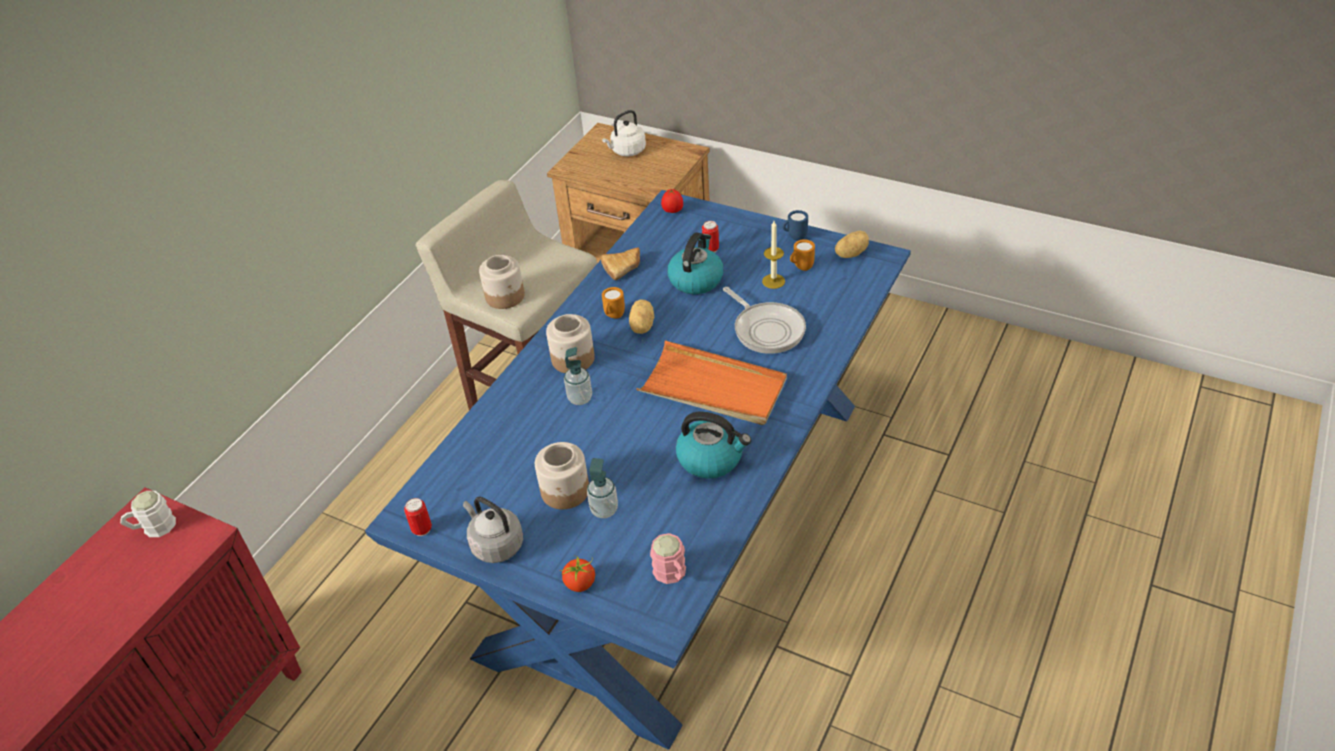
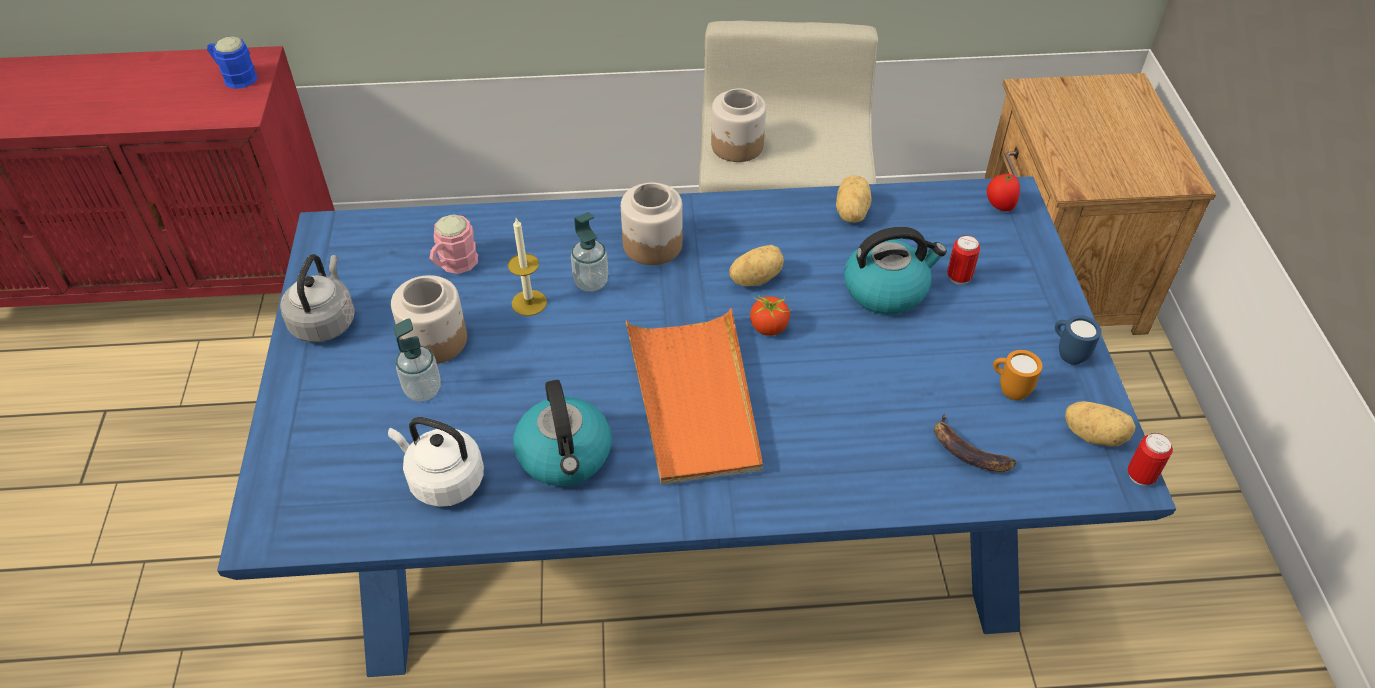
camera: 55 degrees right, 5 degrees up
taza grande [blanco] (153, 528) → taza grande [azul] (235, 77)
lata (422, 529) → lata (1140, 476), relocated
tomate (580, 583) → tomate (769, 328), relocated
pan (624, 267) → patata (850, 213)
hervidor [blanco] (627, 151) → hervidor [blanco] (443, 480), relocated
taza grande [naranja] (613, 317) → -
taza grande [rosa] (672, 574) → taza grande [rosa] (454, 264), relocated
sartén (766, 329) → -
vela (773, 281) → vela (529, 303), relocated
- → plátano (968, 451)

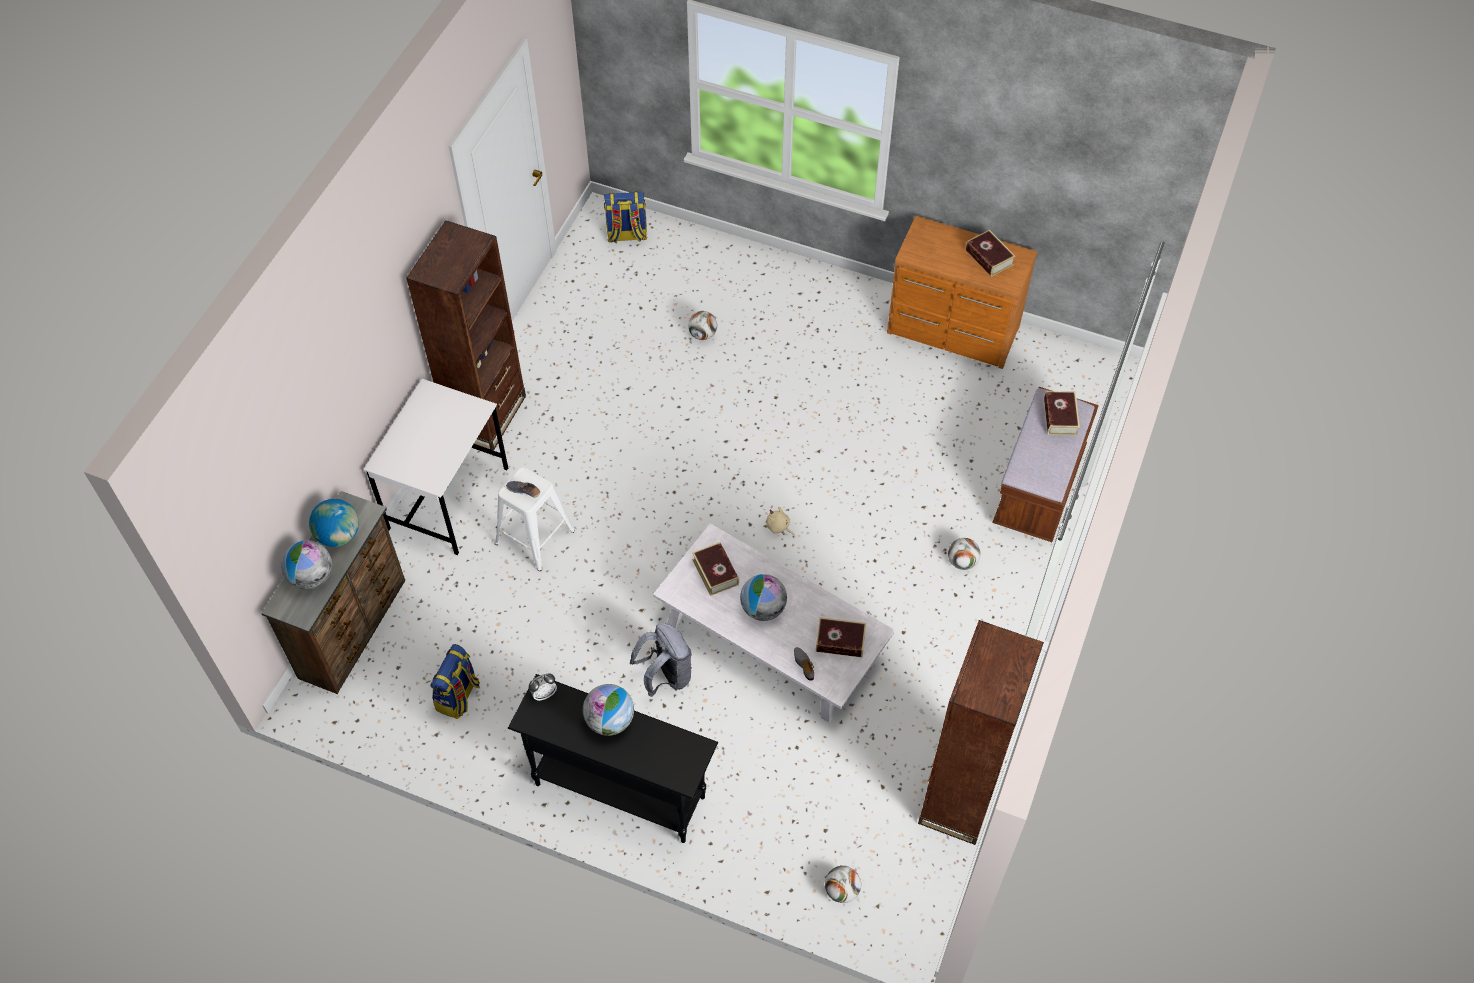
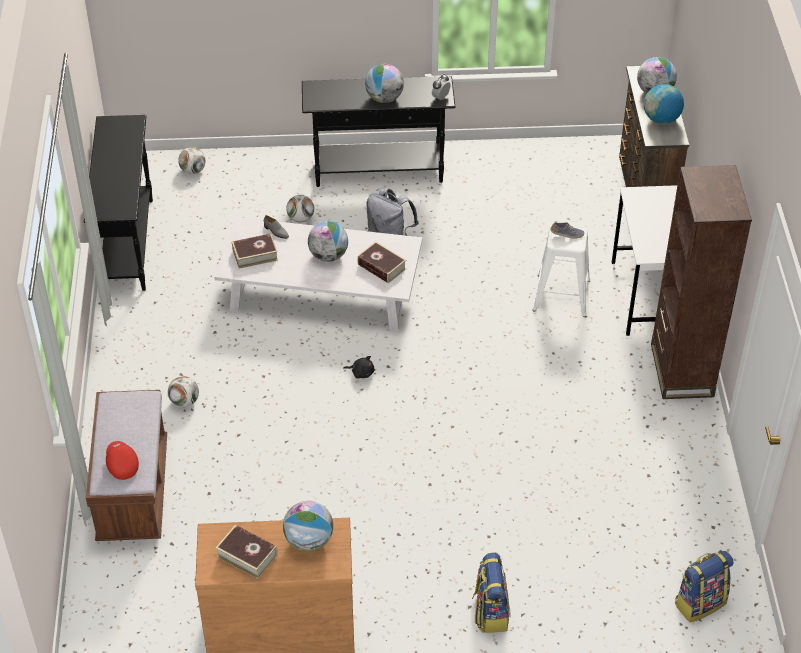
camera: 155 degrees right, 10 degrees down
mochila (458, 697) → mochila (490, 612), relocated
balón de fútbol (703, 334) → balón de fútbol (300, 218), relocated
peluche [beis] (779, 527) → peluche [negro] (361, 372)
estantería [marrón] (959, 796) → mesa consola [negro] (128, 244)
libro (1060, 417) → gorra [rojo] (121, 464)
- → globo terráqueo (309, 541)

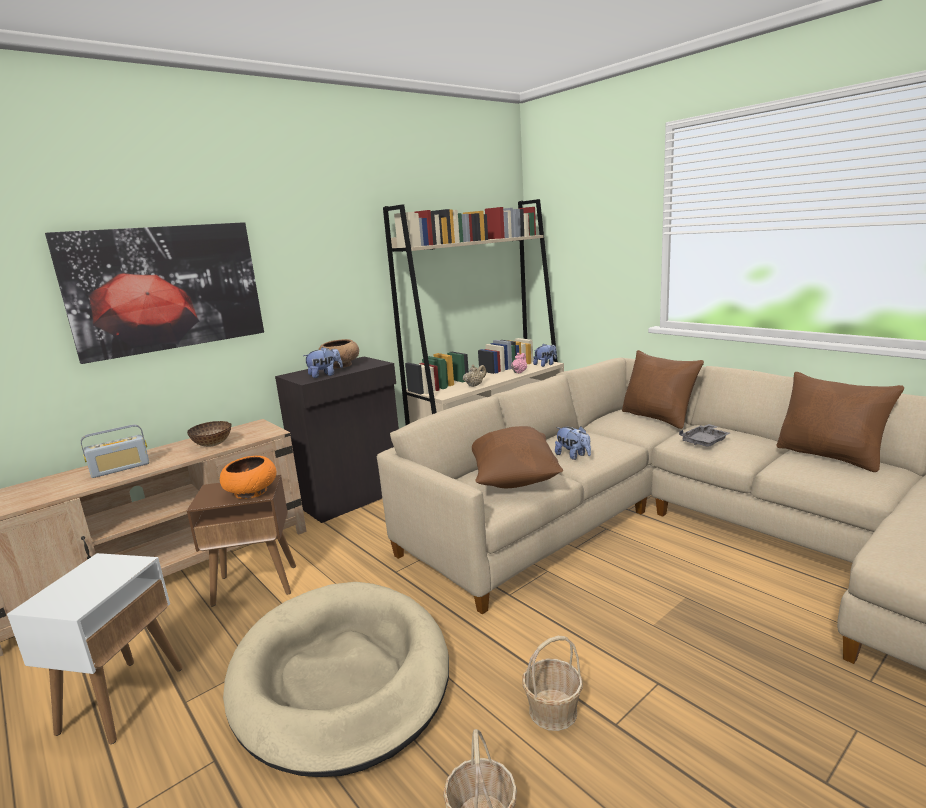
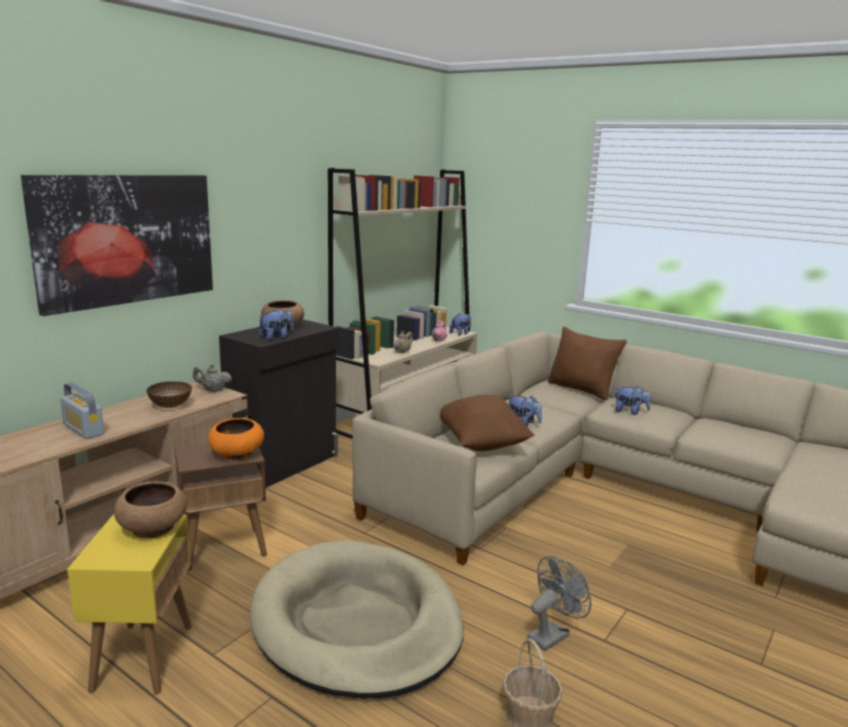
camera: 15 degrees left, 0 degrees up
mesa auxiliar [blanco] (123, 698) → mesa auxiliar [amarillo] (143, 656)
radio (120, 468) → radio (83, 429), 90 degrees clockwise
cesta (552, 711) → ventilador [gris] (552, 634)
bandeja [gris] (705, 441) → peluche (630, 412)
cojín [marrón] (830, 456) → -
- → cuenco [marrón] (153, 528)
- → tetera [beis] (212, 390)

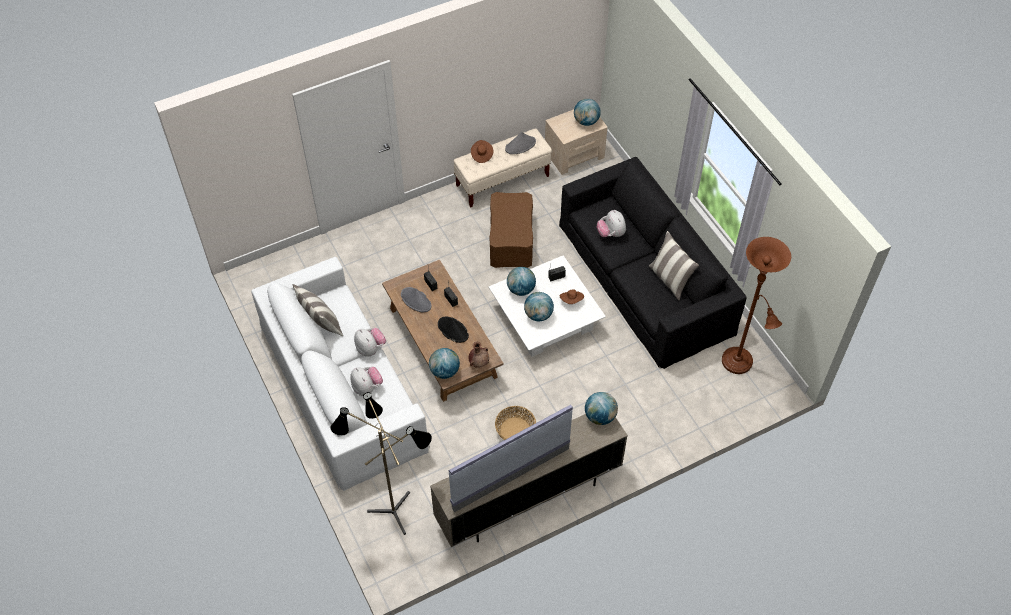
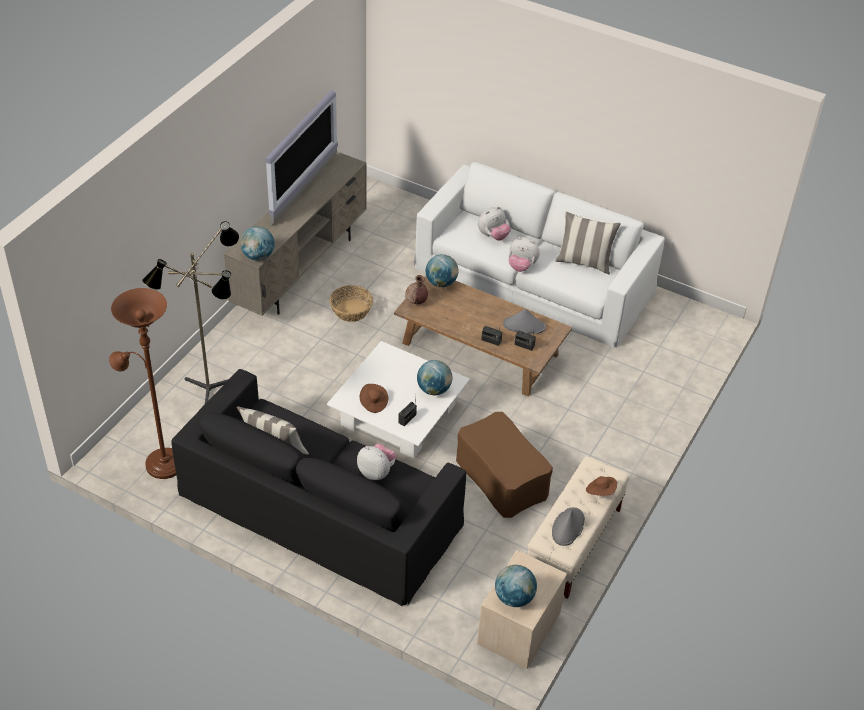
camera: 145 degrees right, 10 degrees down
lámpara de pie (393, 507) → lámpara de pie (211, 394), relocated
peluche (367, 388) → peluche (493, 236), 60 degrees counterclockwise
sombrero [negro] (452, 330) → -
globo terráqueo (538, 315) → -

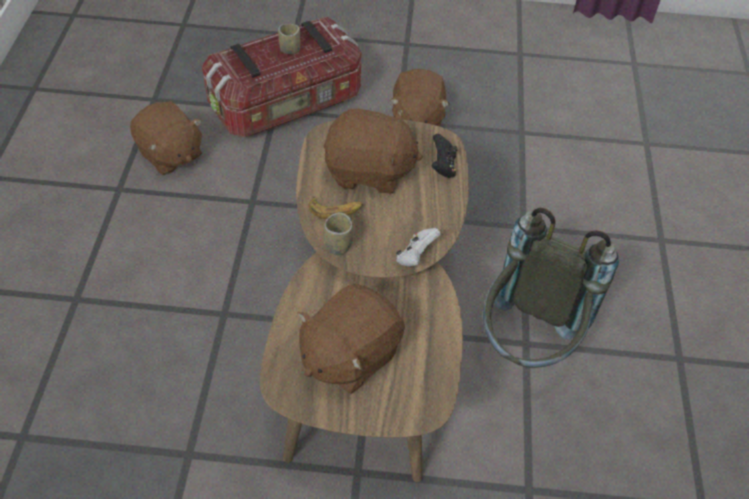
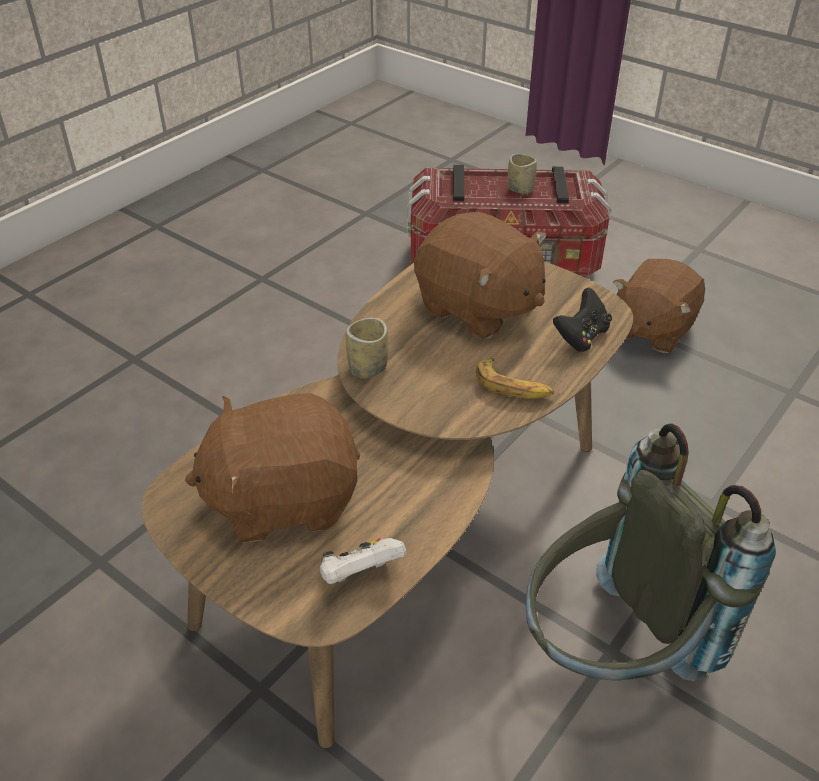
camera: 35 degrees right, 10 degrees down
peluche [marrón] (170, 155) → -
plátano (336, 210) → plátano (513, 387), relocated
mando de consola [blanco] (415, 256) → mando de consola [blanco] (360, 575), relocated

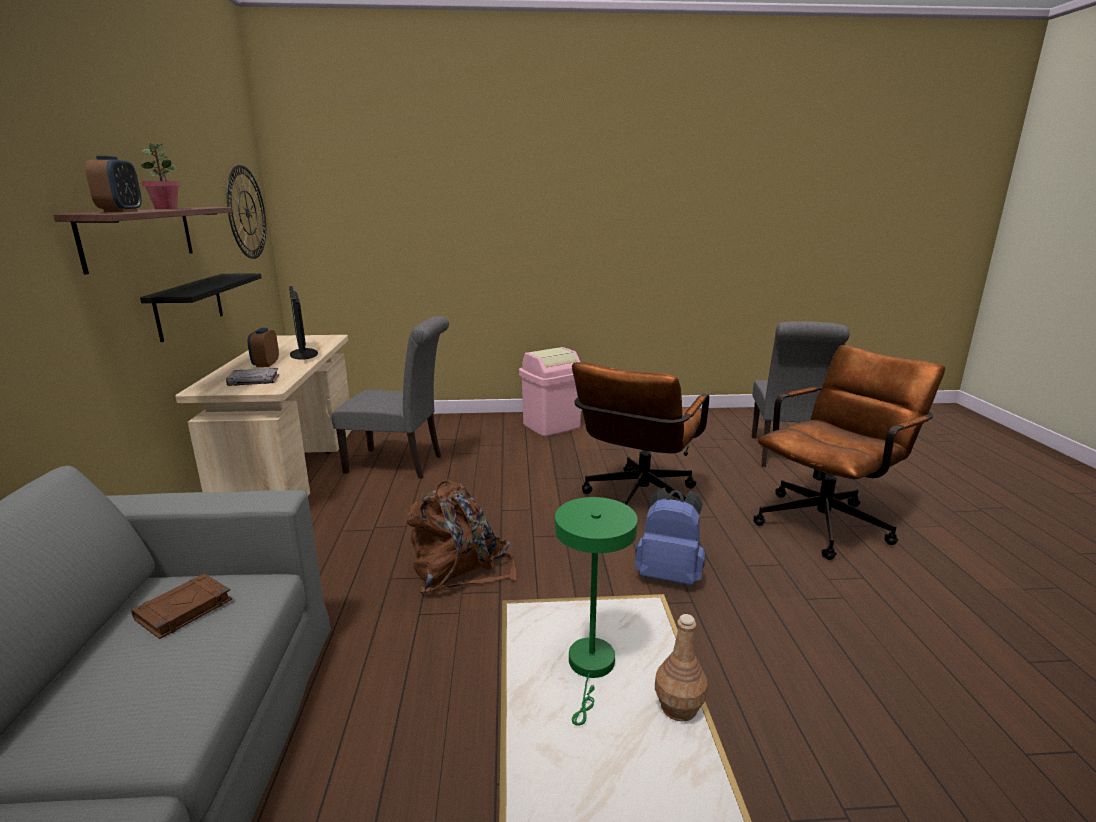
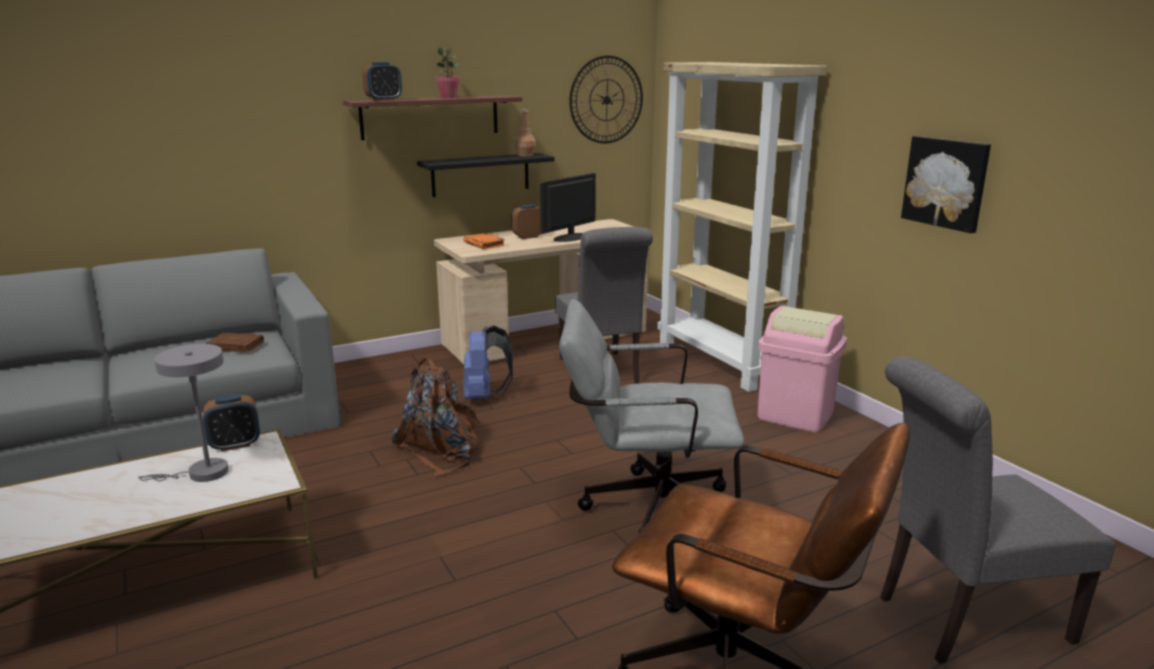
camera: 65 degrees right, 0 degrees up
libro [gris] (254, 380) → libro [naranja] (484, 244)
lámpara de mesa [verde] (591, 667) → lámpara de mesa [gris] (201, 474)
silla de oficina [marrón] (638, 503) → silla de oficina [gris] (645, 511)
mochila [azul] (669, 575) → mochila [azul] (485, 397), relocated
botella [marrón] (679, 707) → botella [marrón] (525, 155), relocated
- → despertador (235, 445)
- → estantería [beis] (722, 361)
- → cuadro (946, 183)

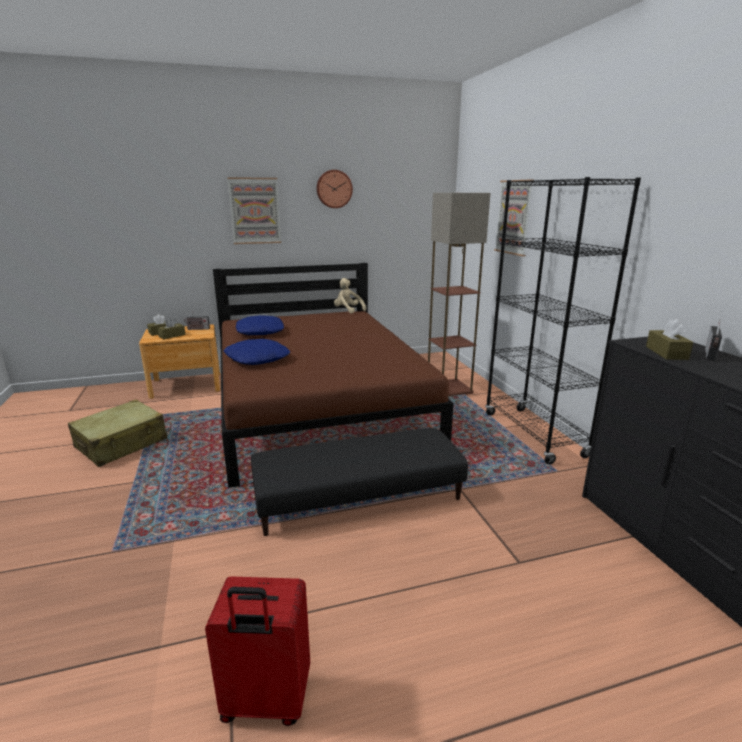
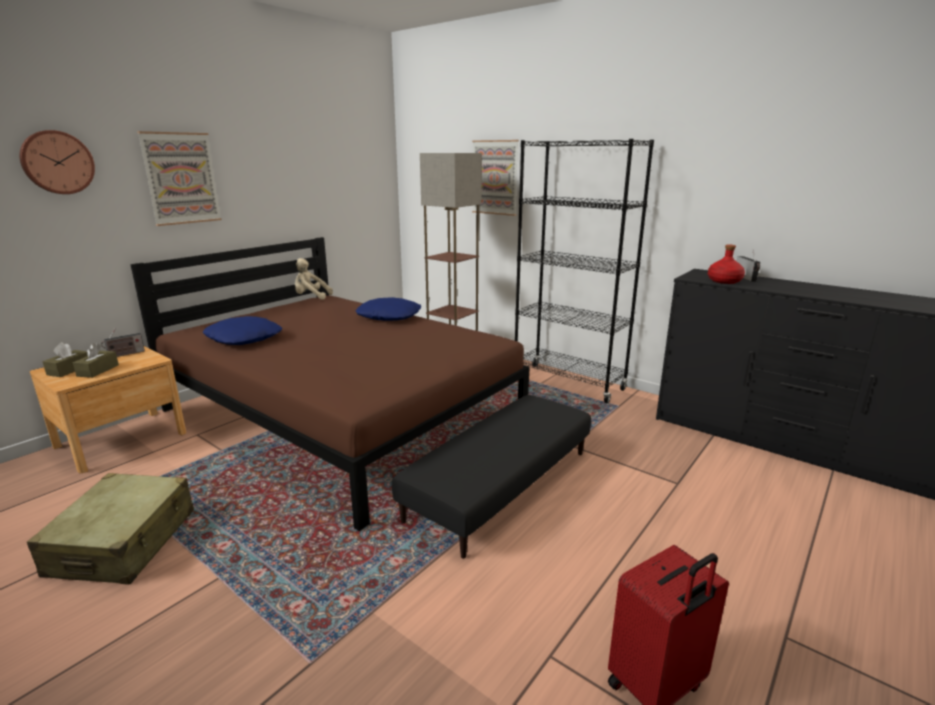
camera: 35 degrees left, 0 degrees up
cojín [azul] (257, 358) → cojín [azul] (389, 316), relocated
reloj de pared (334, 189) → reloj de pared (57, 162), relocated
caja de pañuelos [marrón] (666, 353) → botella [rojo] (724, 281)

